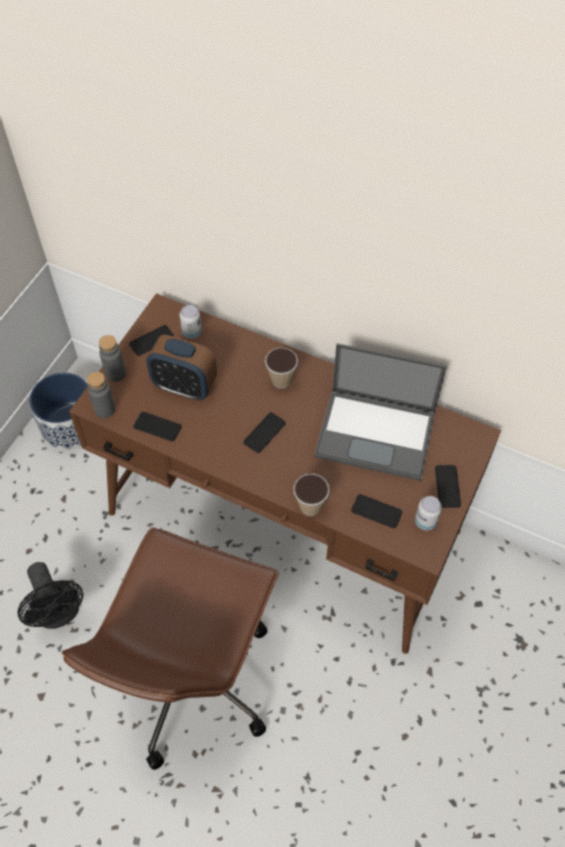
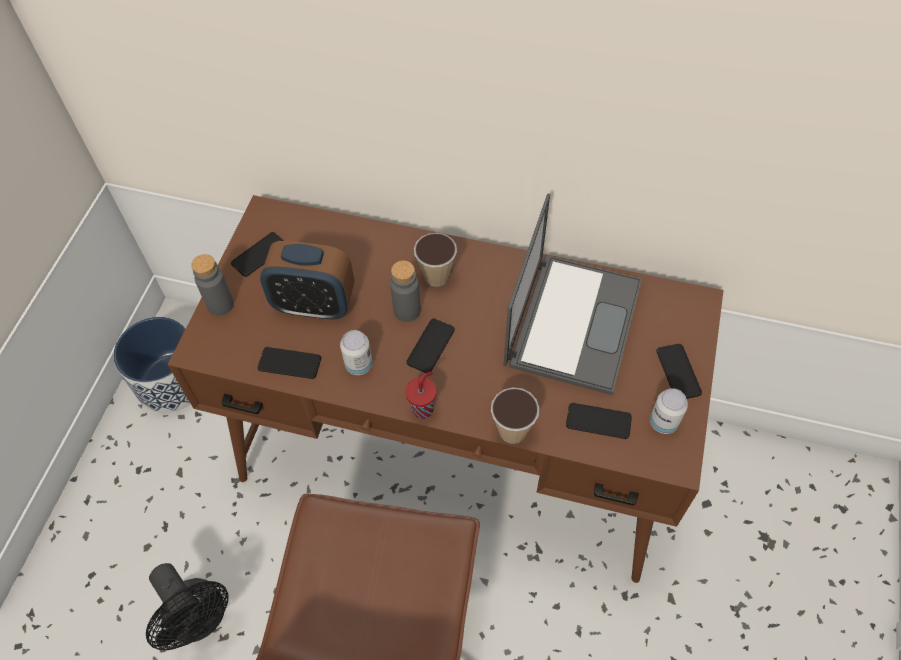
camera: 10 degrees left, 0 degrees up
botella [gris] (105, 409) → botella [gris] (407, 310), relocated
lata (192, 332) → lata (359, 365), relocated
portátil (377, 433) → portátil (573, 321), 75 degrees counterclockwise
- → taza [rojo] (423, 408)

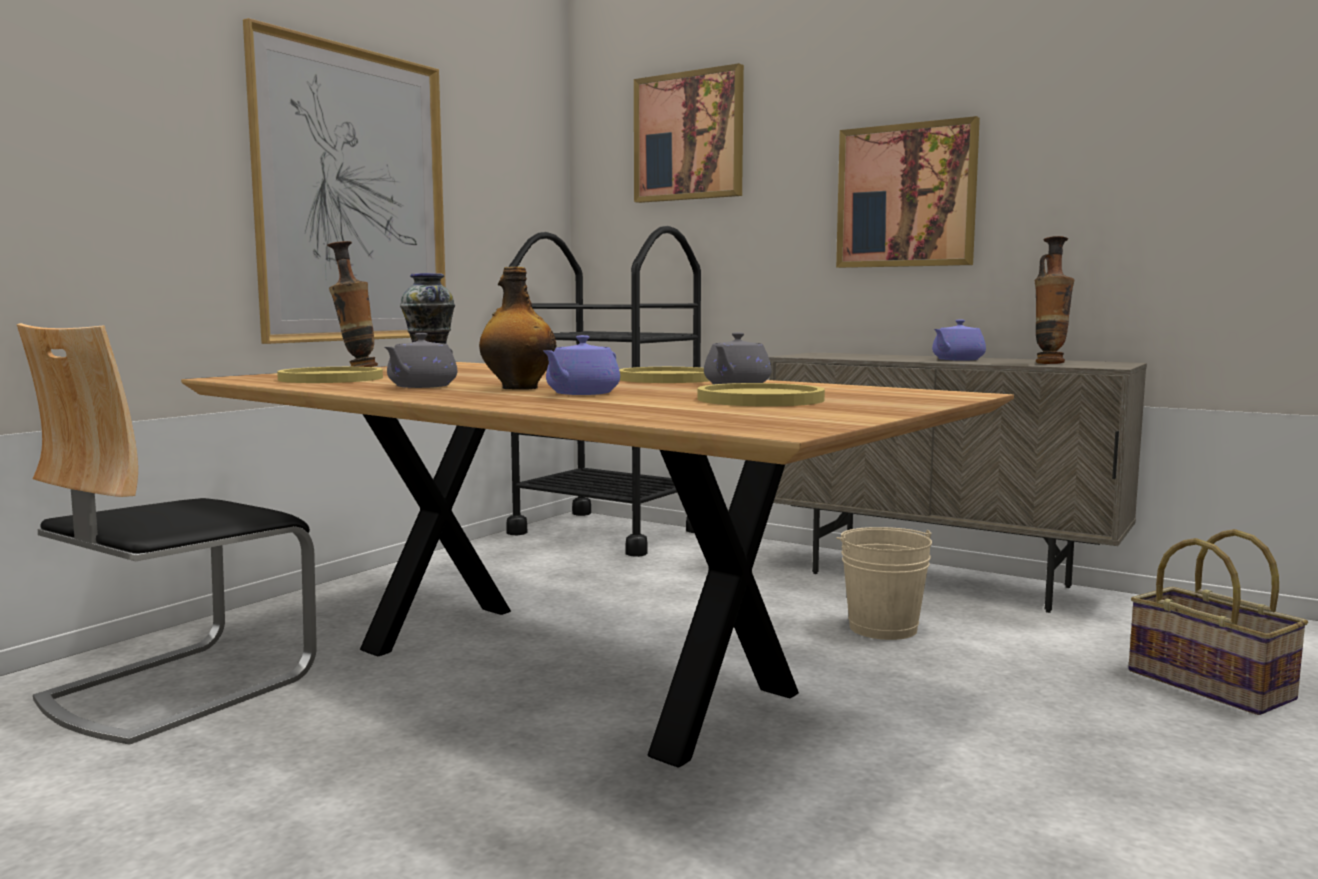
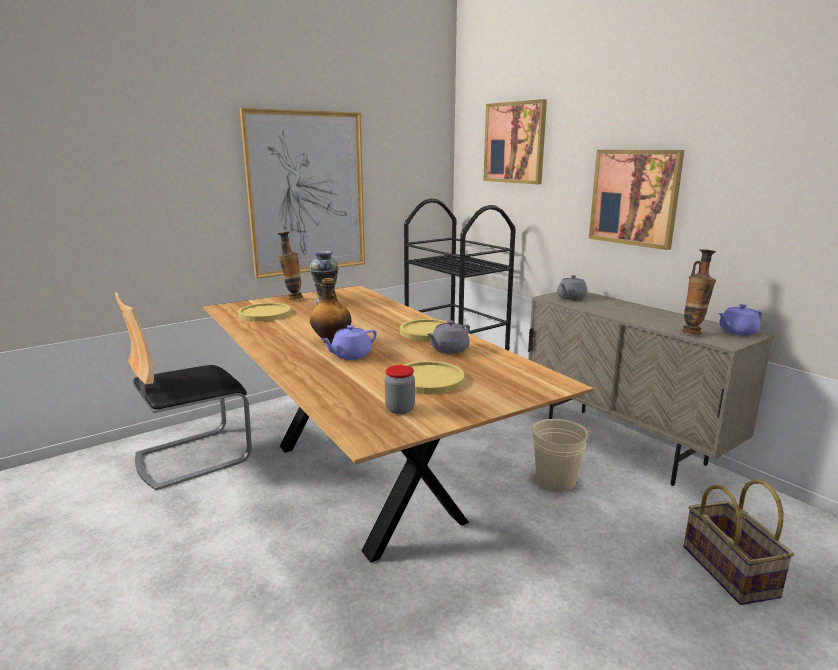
camera: 20 degrees right, 10 degrees up
tetera [gris] (421, 386) → tetera [gris] (571, 298), relocated
tetera [morado] (957, 360) → tetera [morado] (737, 332), relocated
- → tarro (400, 409)

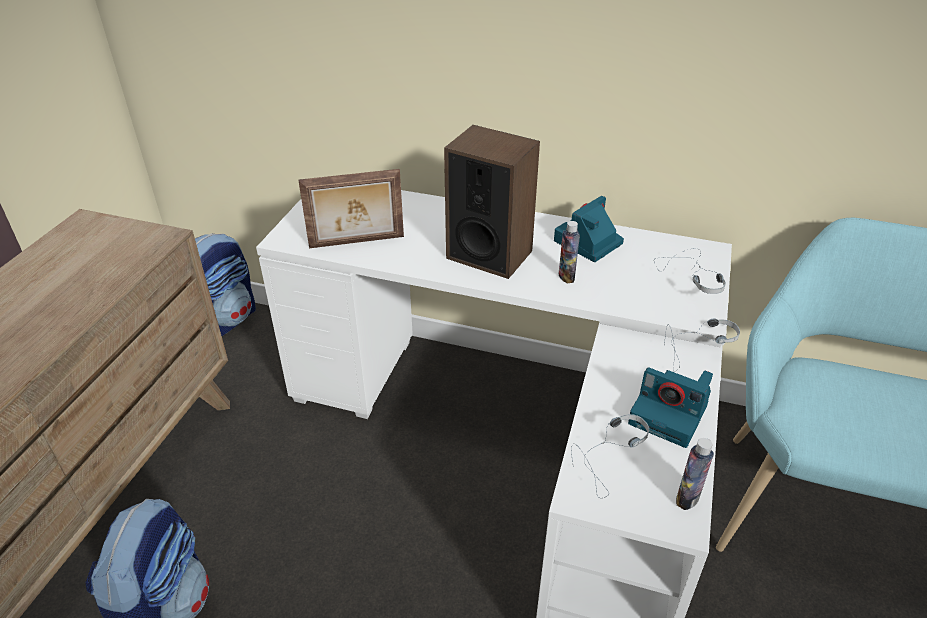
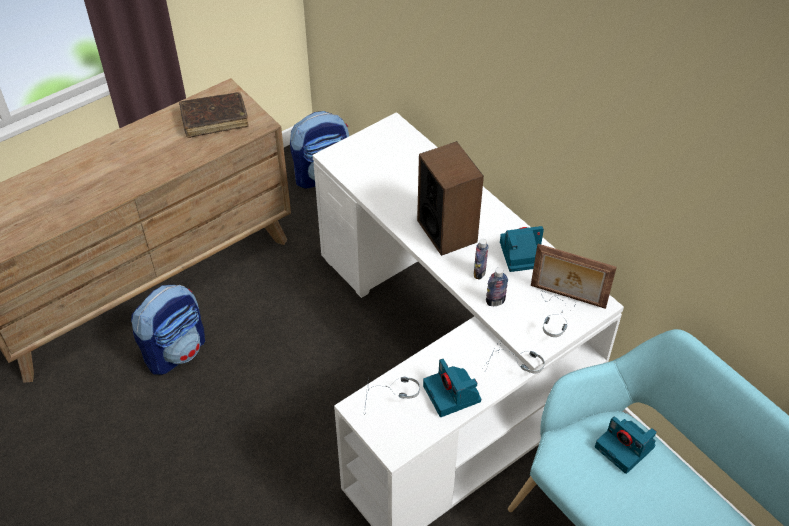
camera: 35 degrees right, 10 degrees up
portarretratos (357, 243) → portarretratos (567, 297), relocated
botella (687, 498) → botella (495, 301), relocated
- → libro [marrón] (214, 120)
- → cámara (626, 447)

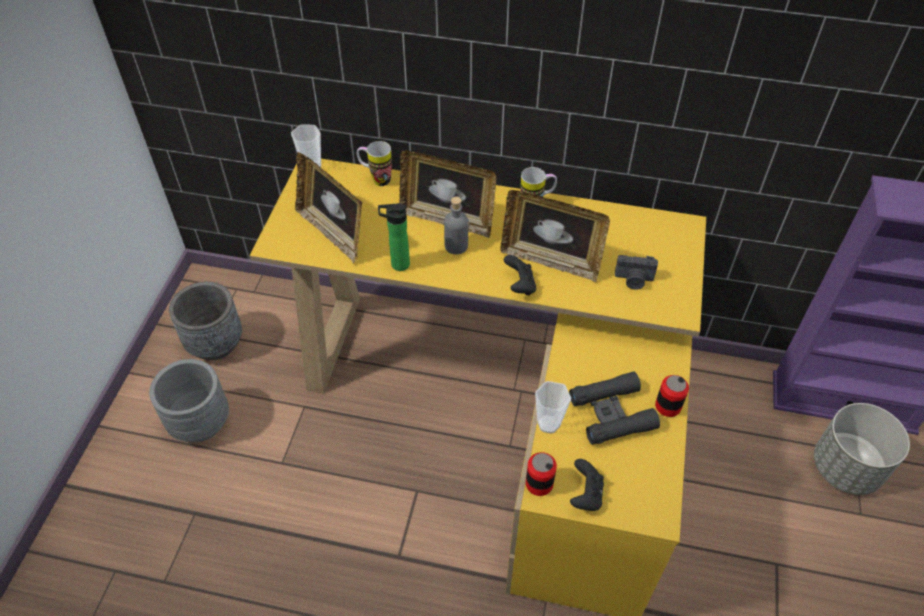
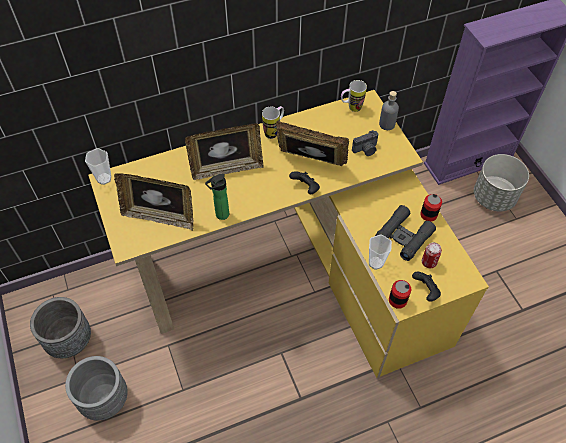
camera: 35 degrees left, 5 degrees up
taza grande (376, 179) → taza grande (351, 108), relocated
botella [gris] (456, 246) → botella [gris] (387, 124), relocated
portarretratos (550, 260) → portarretratos (310, 162), 150 degrees counterclockwise
- → lata (429, 262)

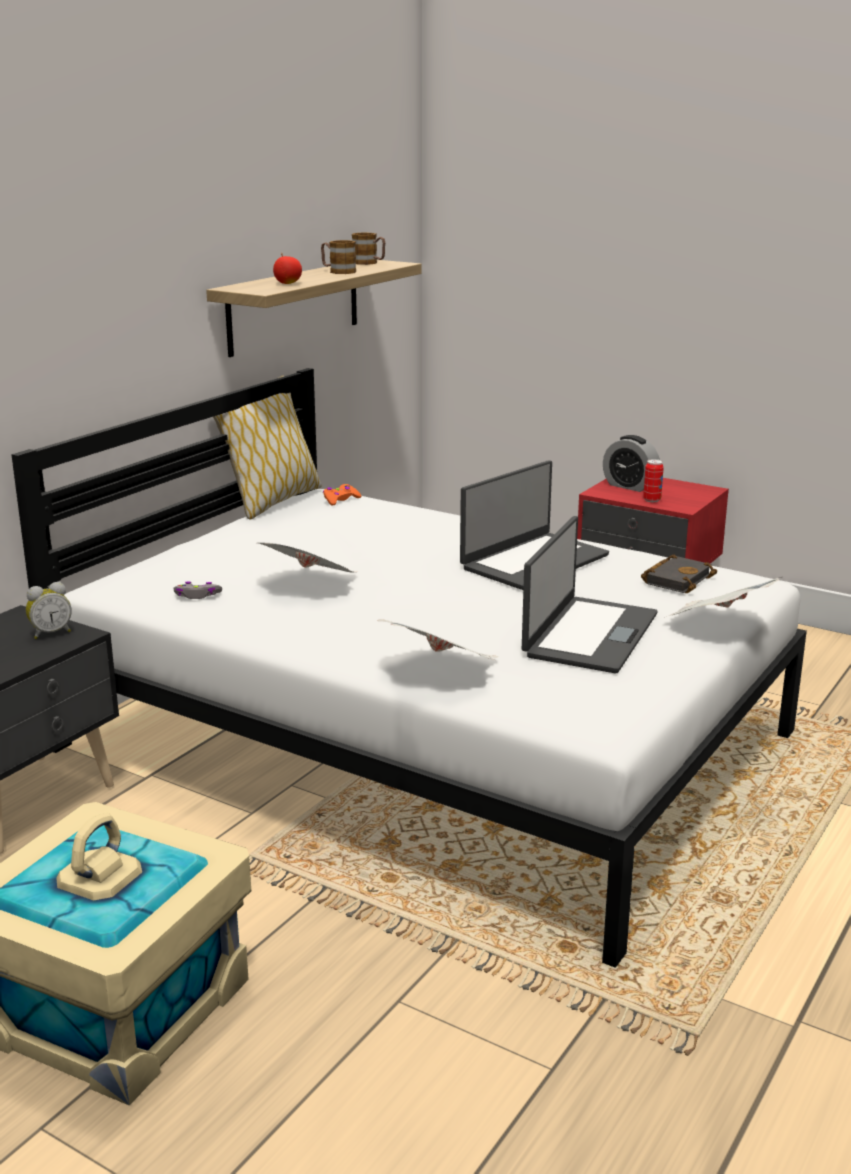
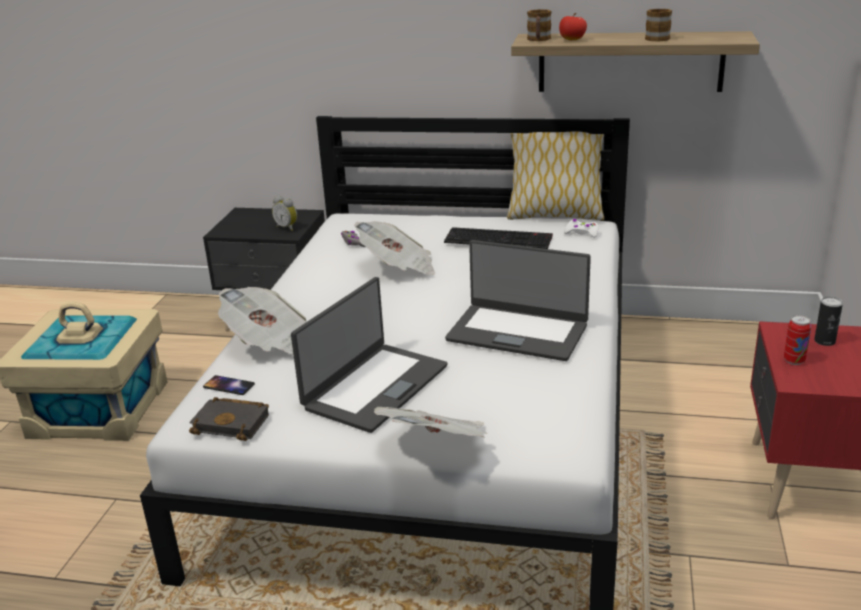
camera: 70 degrees right, 5 degrees up
mando de consola [naranja] (340, 499) → mando de consola [blanco] (581, 233)
taza grande (369, 263) → taza grande (538, 39), relocated
portátil (589, 635) → portátil (374, 387), 60 degrees counterclockwise
despertador (630, 486) → lata (824, 341)
libro [negro] (676, 579) → libro [negro] (234, 423), relocated
- → móvil (228, 386)
- → teclado (499, 239)

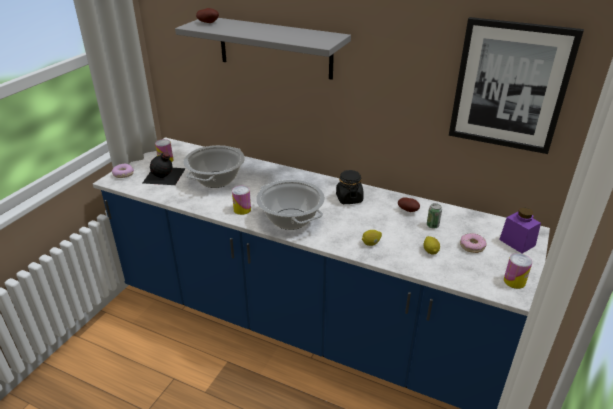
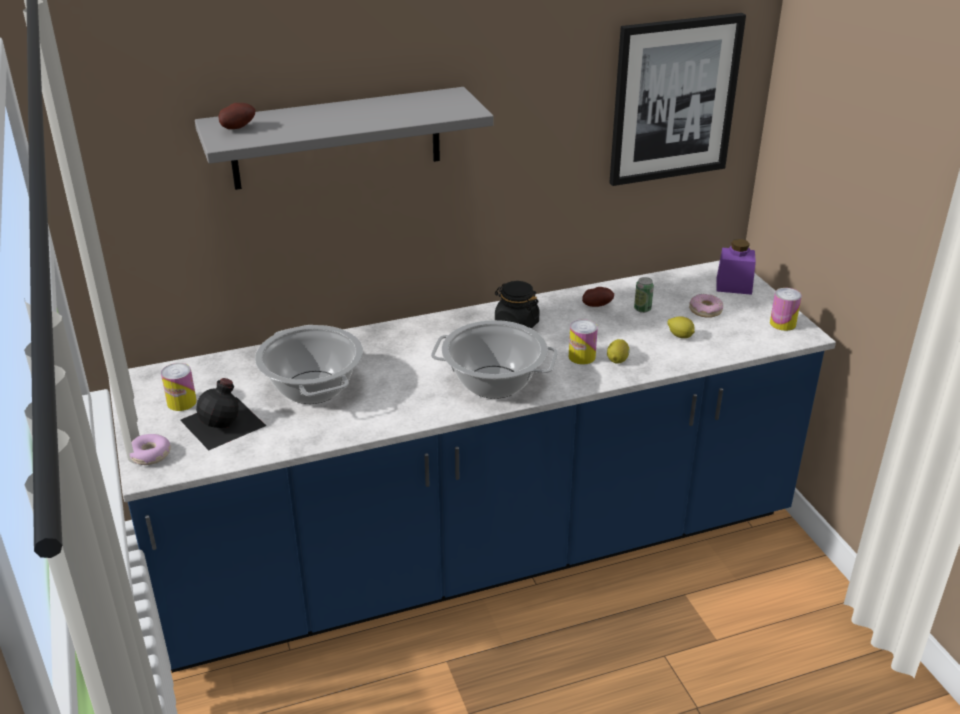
camera: 45 degrees left, 0 degrees up
lata (242, 209) → lata (581, 357), relocated

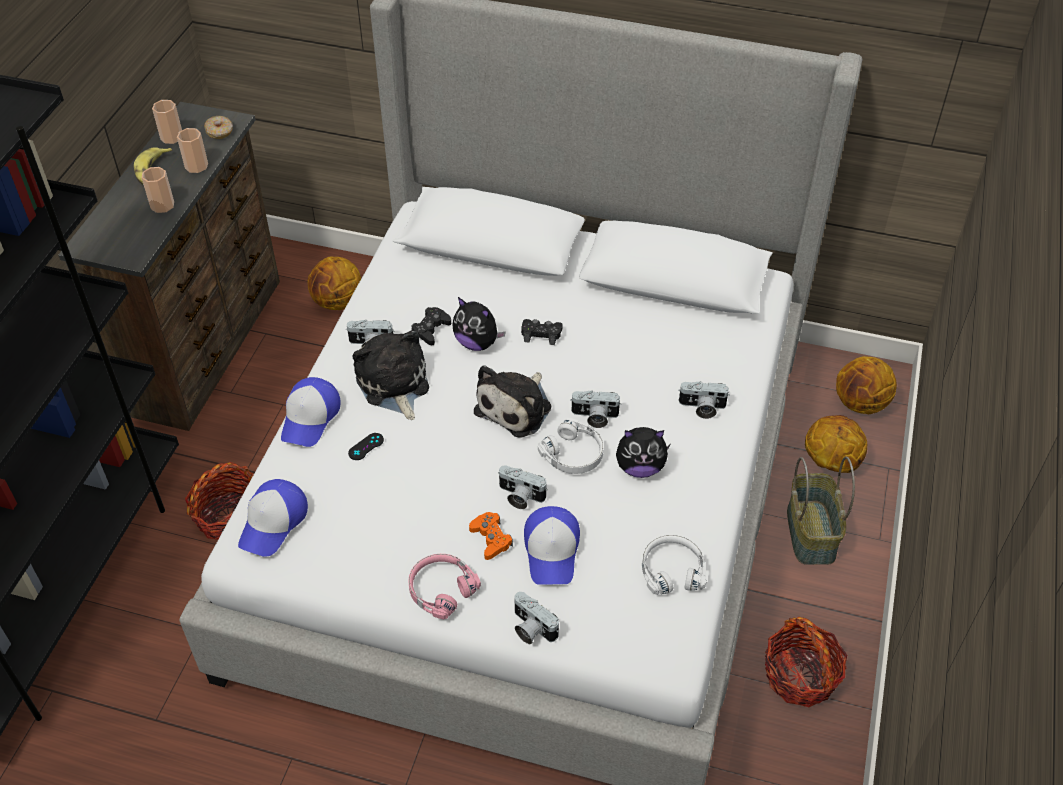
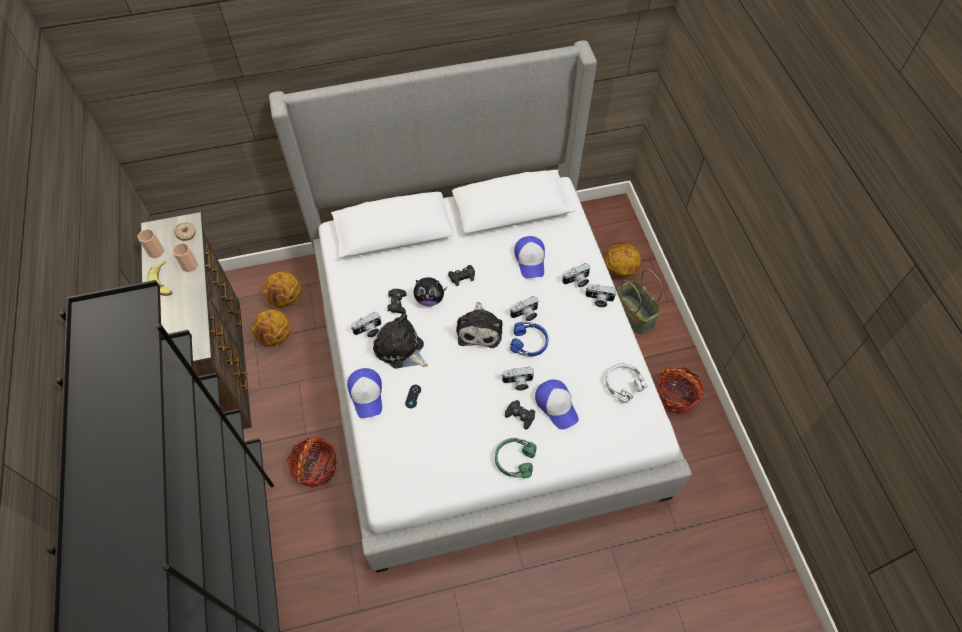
camera: 30 degrees left, 10 degrees up
taza (162, 205) → -
gorra (274, 523) → gorra (530, 260), relocated
auriculares [rosa] (441, 589) → auriculares [verde] (514, 459)
mando de consola [naranja] (491, 539) → mando de consola [negro] (520, 415)
cámara (531, 628) → cámara (599, 300), relocated
auriculares [blanco] (574, 454) → auriculares [azul] (529, 342)
peluche (640, 467) → -
balón de baloncesto (860, 404) → balón de baloncesto (275, 337), relocated

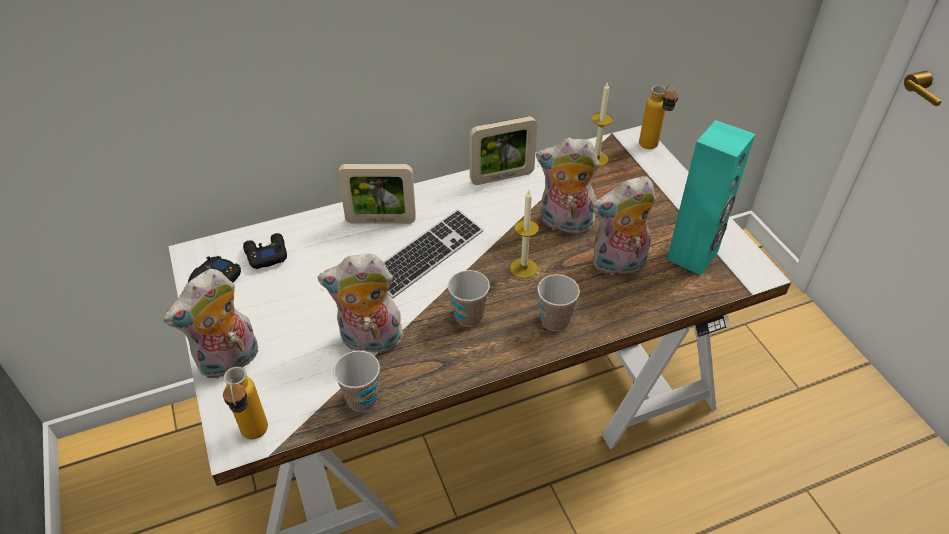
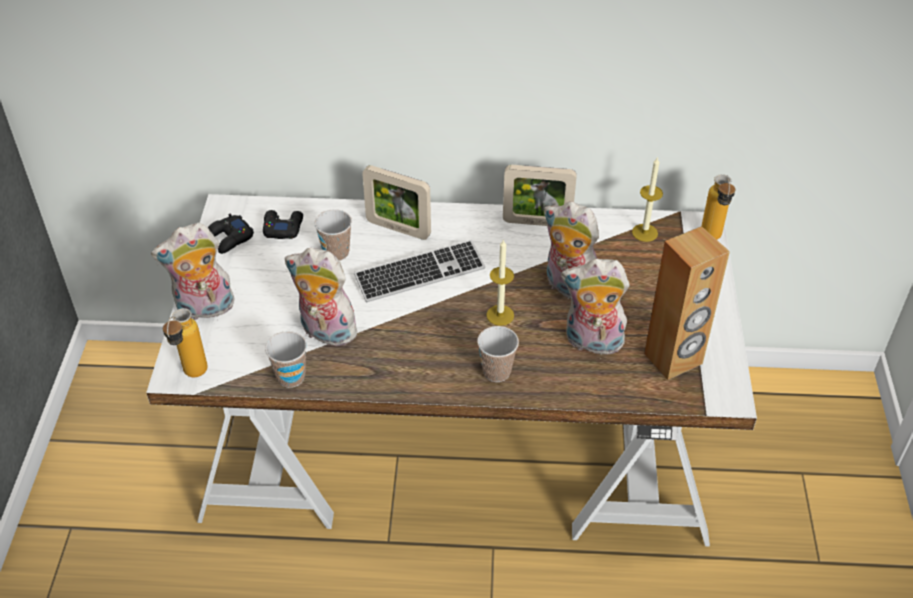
camera: 25 degrees right, 0 degrees up
taza (469, 316) → taza (336, 253), relocated
altavoz [turquesa] (693, 256) → altavoz [marrón] (673, 359)

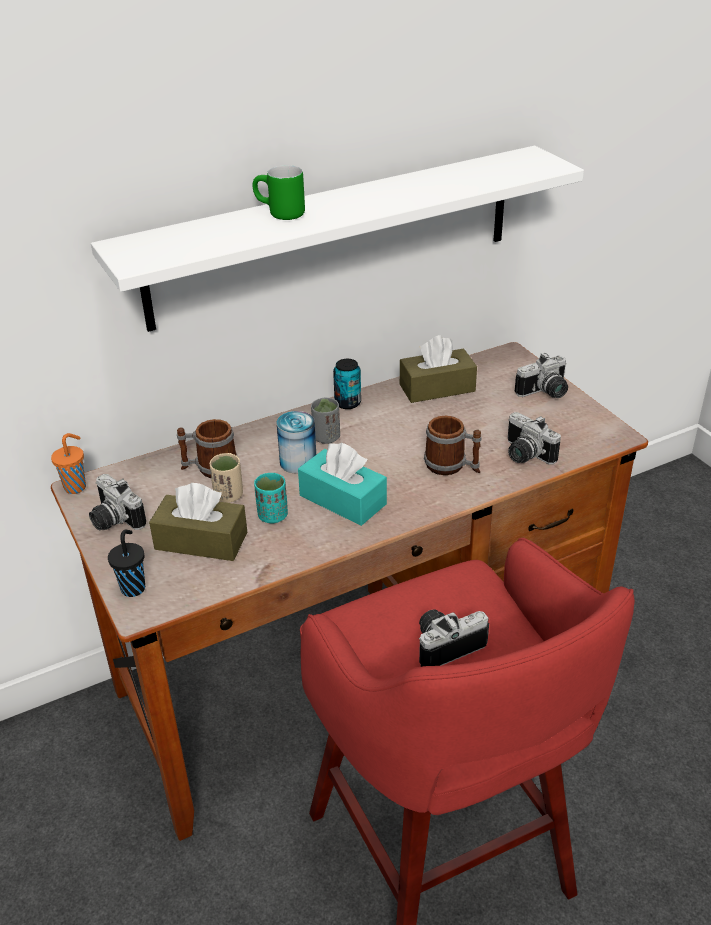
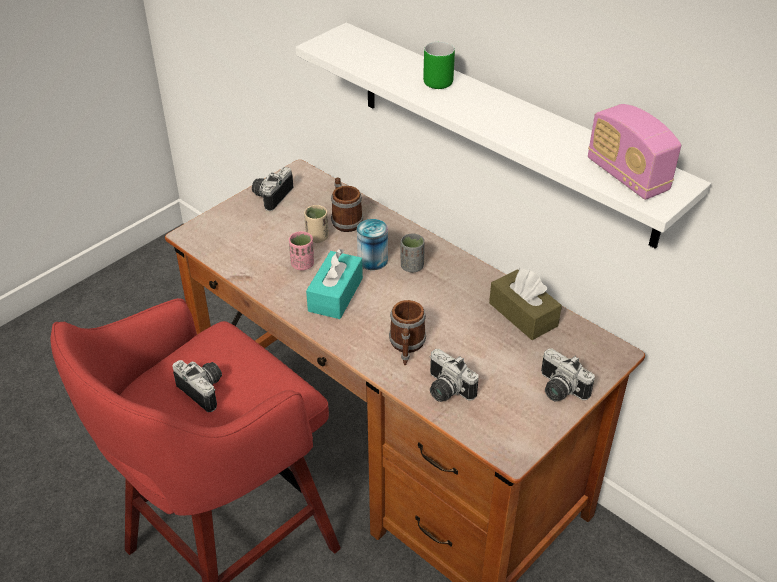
camera: 70 degrees right, 5 degrees up
taza [naranja] (76, 487) → -
taza [negro] (133, 587) → -
caja de pañuelos [marrón] (201, 541) → -
taza [turquesa] (272, 516) → taza [rosa] (302, 264)
lata (347, 403) → -
cámara (524, 455) → cámara (445, 390), 75 degrees counterclockwise
- → radio (627, 176)

